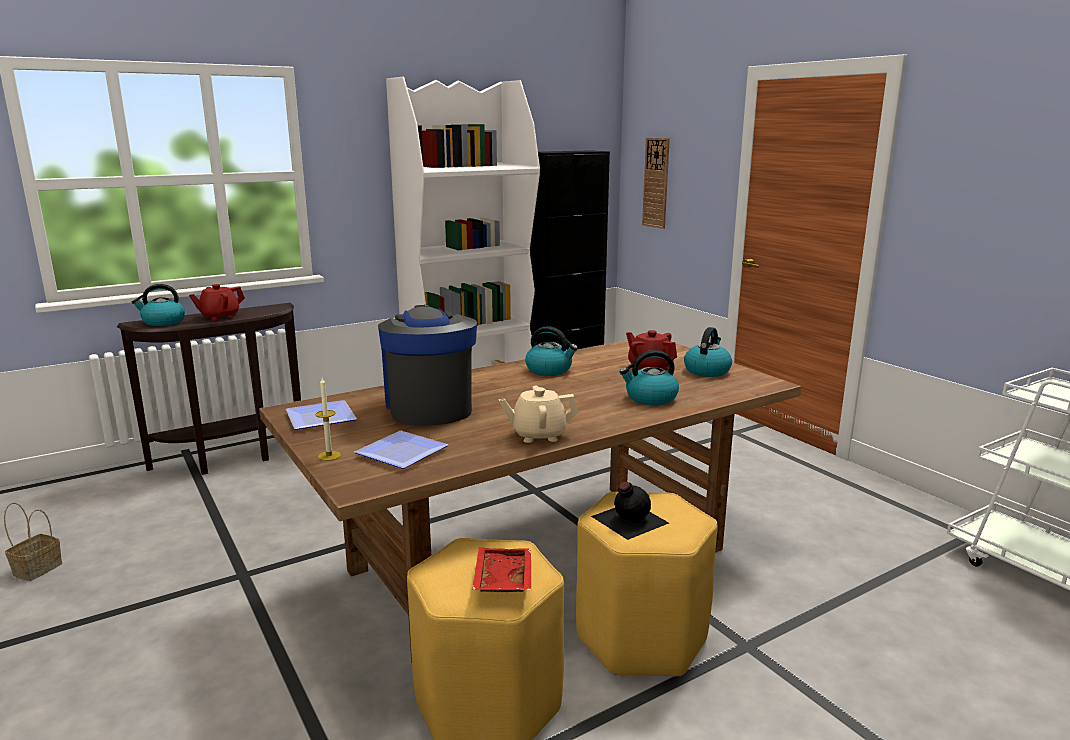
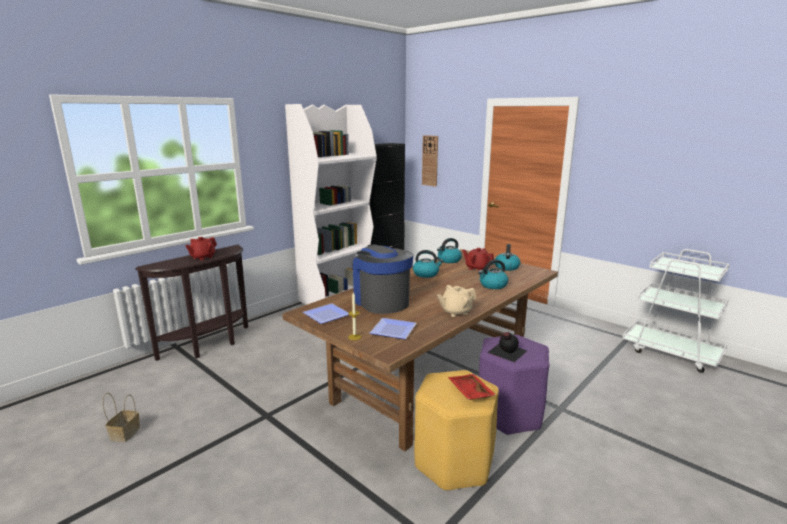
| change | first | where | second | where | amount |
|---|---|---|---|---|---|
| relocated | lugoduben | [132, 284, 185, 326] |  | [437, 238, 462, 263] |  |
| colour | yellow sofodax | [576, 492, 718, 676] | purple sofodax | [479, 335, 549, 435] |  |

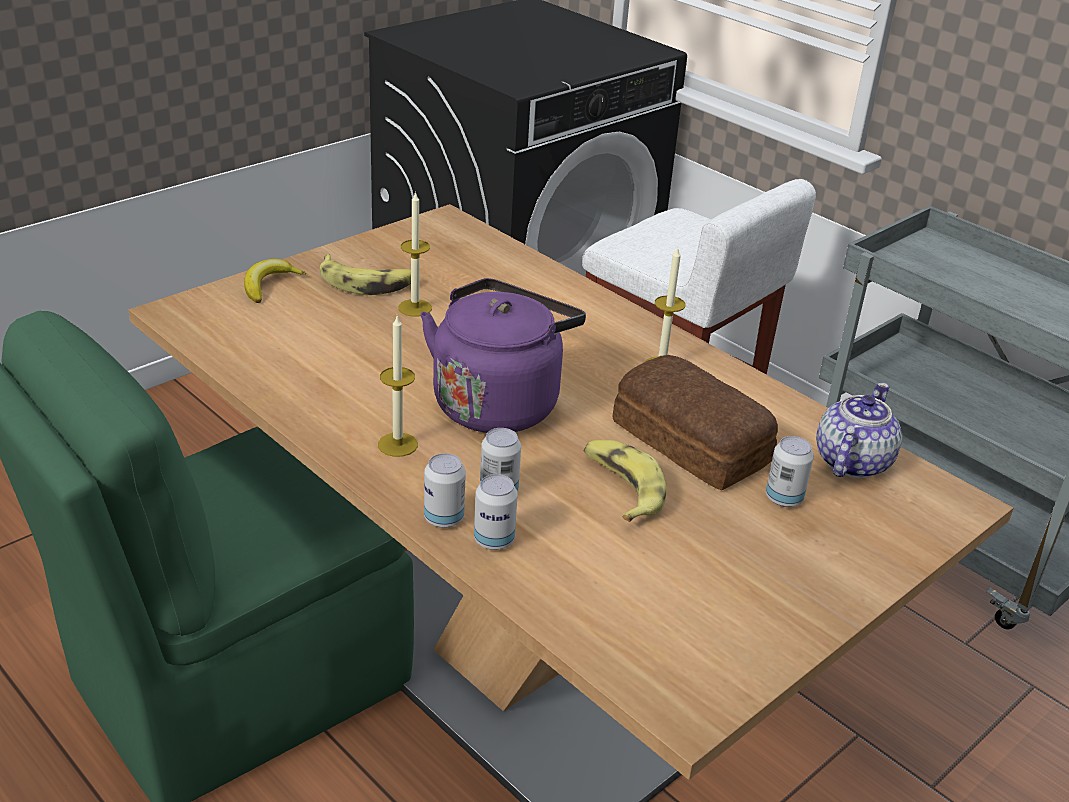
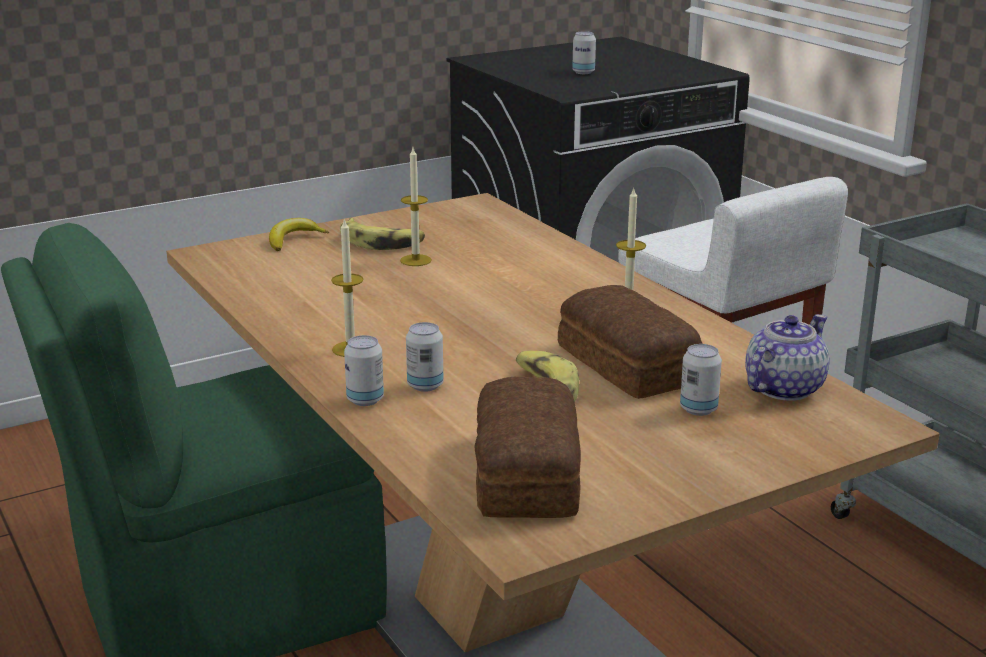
| change | first | where | second | where | amount |
|---|---|---|---|---|---|
| missing | purple lugoduben | [420, 278, 586, 433] |  |  |  |
| appeared |  |  | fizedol | [474, 377, 581, 518] |  |
| relocated | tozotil | [474, 474, 518, 550] |  | [572, 31, 596, 74] |  |

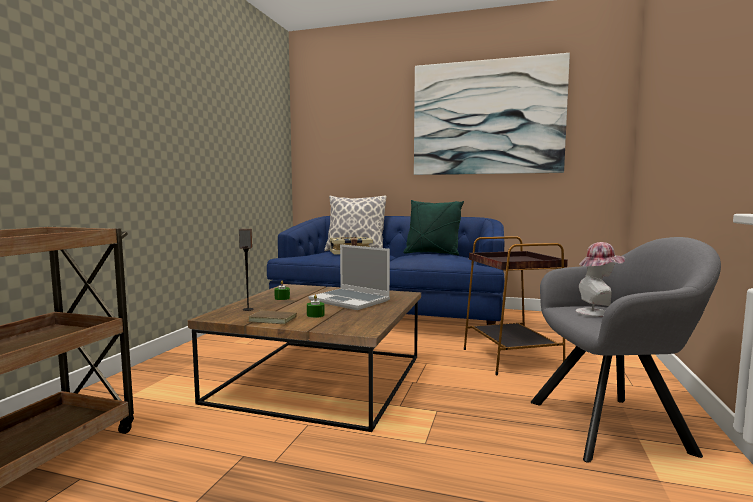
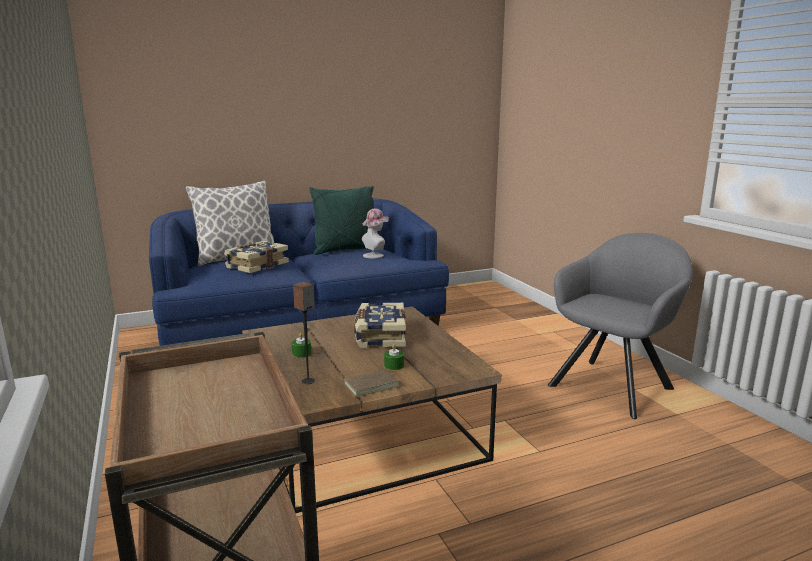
| change | first | where | second | where | amount |
|---|---|---|---|---|---|
| missing | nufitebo | [414, 53, 570, 175] |  |  |  |
| missing | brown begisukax | [464, 236, 568, 375] |  |  |  |
| relocated | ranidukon | [576, 242, 625, 317] |  | [362, 208, 389, 258] |  |
| exchanged | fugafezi | [309, 244, 390, 310] | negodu | [354, 303, 406, 348] |  |

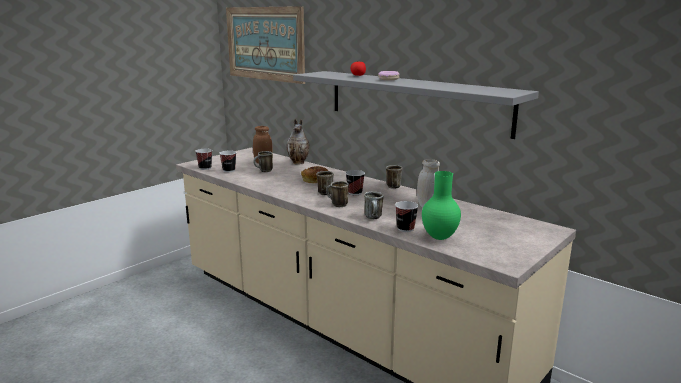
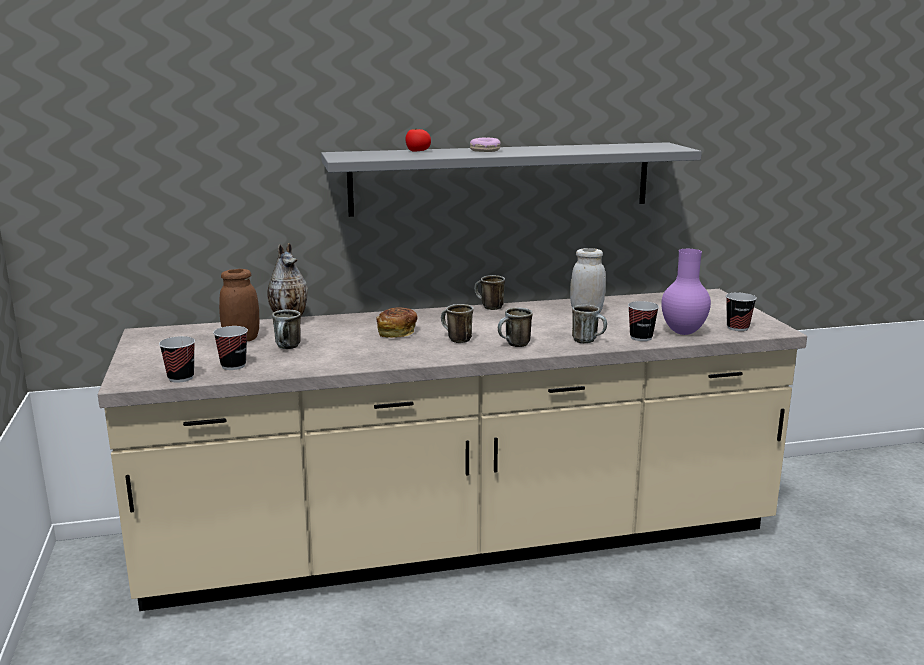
| change | first | where | second | where | amount |
|---|---|---|---|---|---|
| missing | nufitebo | [226, 6, 305, 84] |  |  |  |
| relocated | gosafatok | [346, 170, 365, 195] |  | [726, 293, 757, 331] |  |
| colour | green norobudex | [422, 171, 461, 240] | purple norobudex | [661, 249, 711, 335] |  |

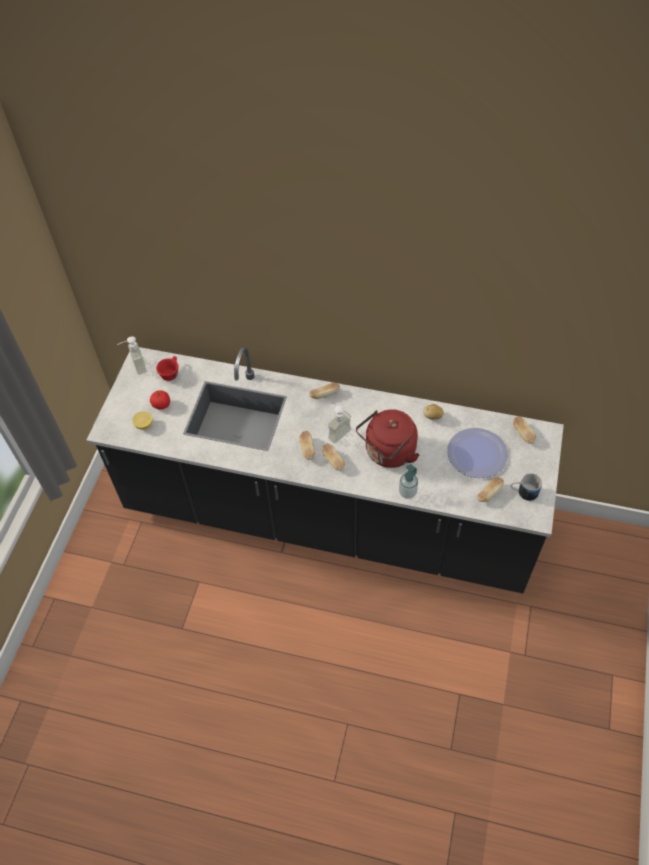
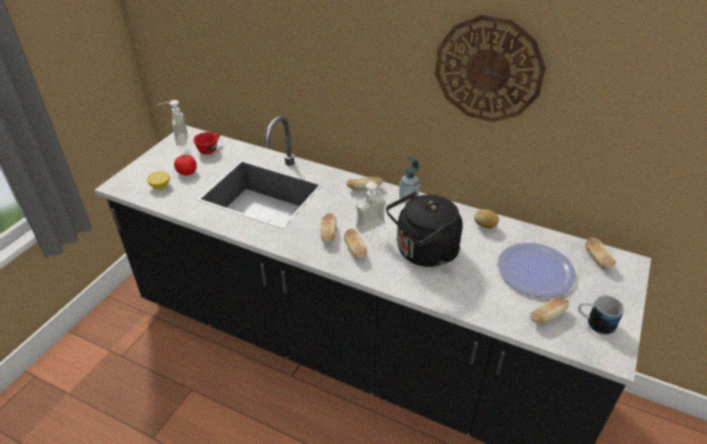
| change | first | where | second | where | amount |
|---|---|---|---|---|---|
| appeared |  |  | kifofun | [435, 15, 546, 122] |  |
| relocated | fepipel | [399, 464, 418, 499] |  | [399, 157, 420, 203] |  |
| colour | red lugoduben | [356, 409, 419, 468] | black lugoduben | [386, 191, 463, 267] |  |

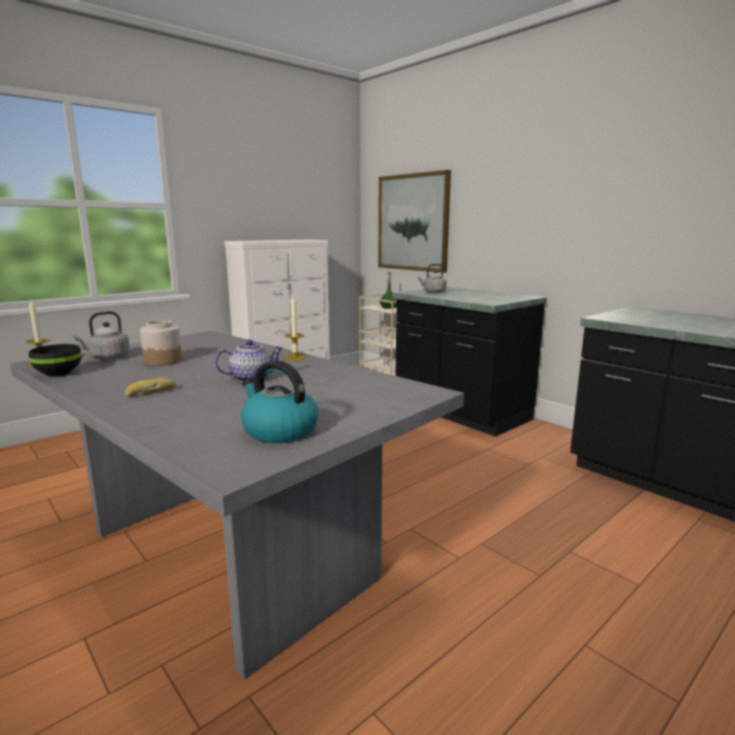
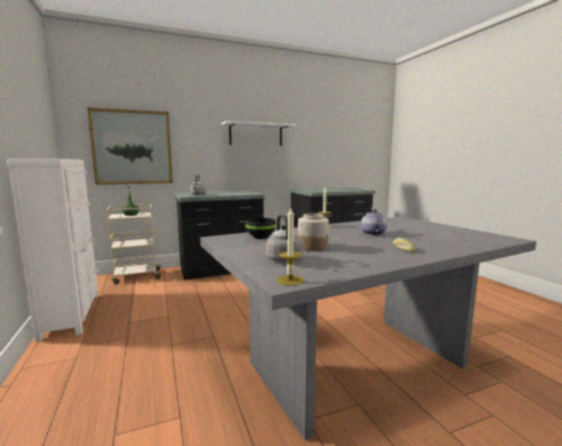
| change | first | where | second | where | amount |
|---|---|---|---|---|---|
| missing | lugoduben | [241, 360, 318, 443] |  |  |  |
| appeared |  |  | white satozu | [221, 121, 296, 146] |  |
| relocated | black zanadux | [29, 344, 82, 377] |  | [245, 218, 276, 239] |  |

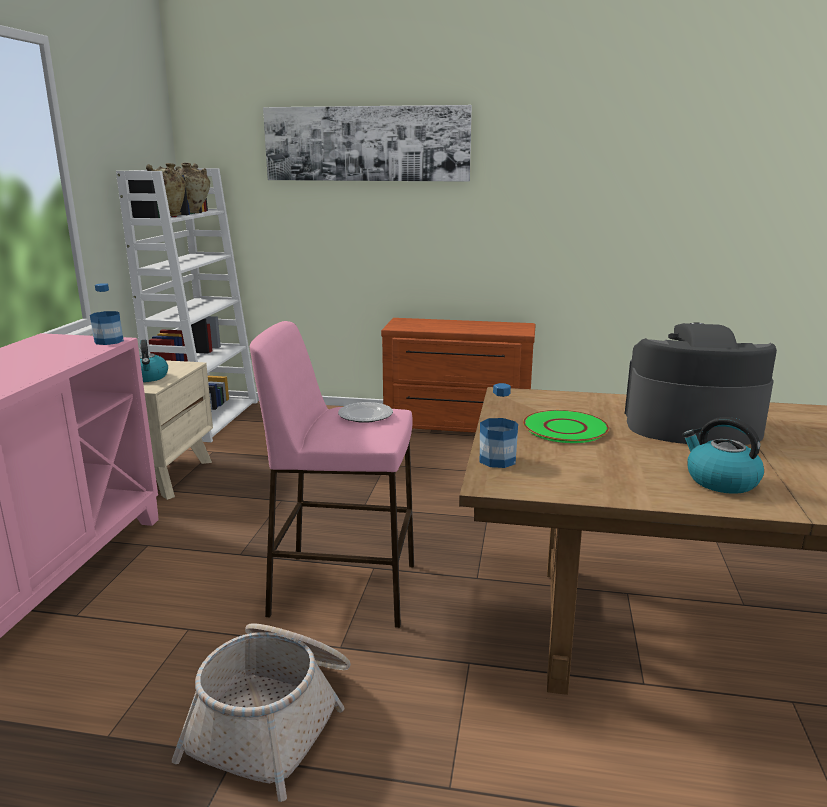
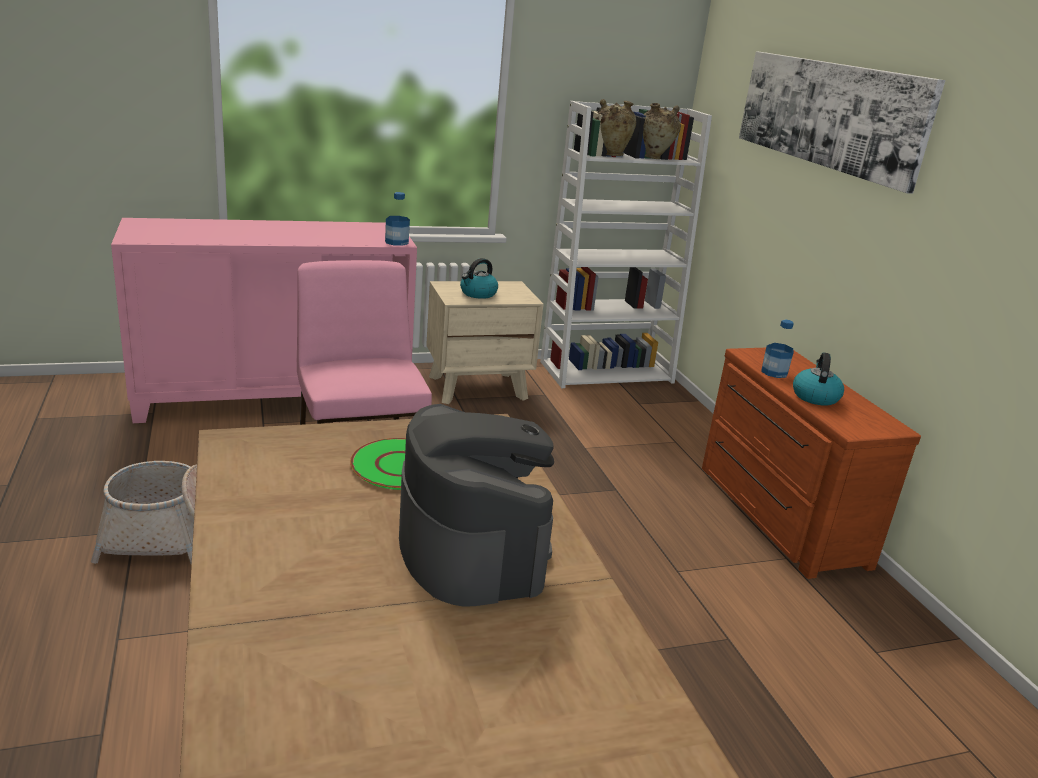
| change | first | where | second | where | amount |
|---|---|---|---|---|---|
| missing | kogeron | [338, 402, 393, 423] |  |  |  |
| relocated | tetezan | [480, 383, 518, 468] |  | [761, 319, 794, 378] |  |
| relocated | lugoduben | [682, 417, 764, 494] |  | [793, 352, 844, 406] |  |

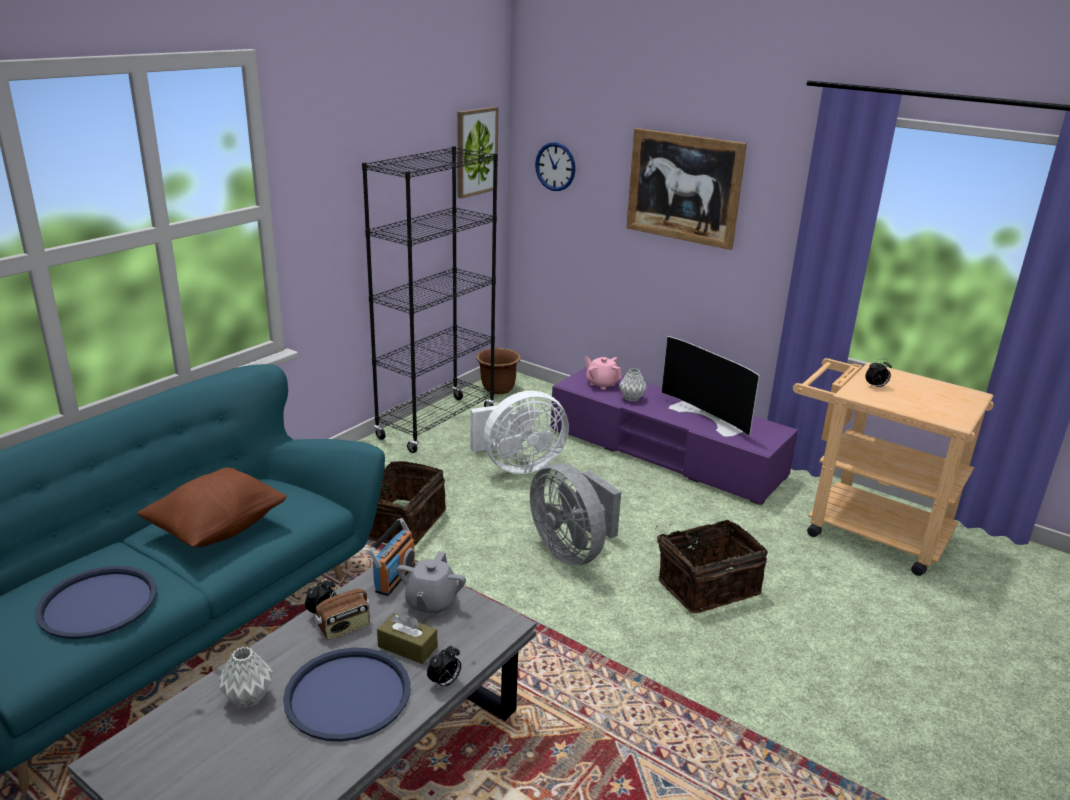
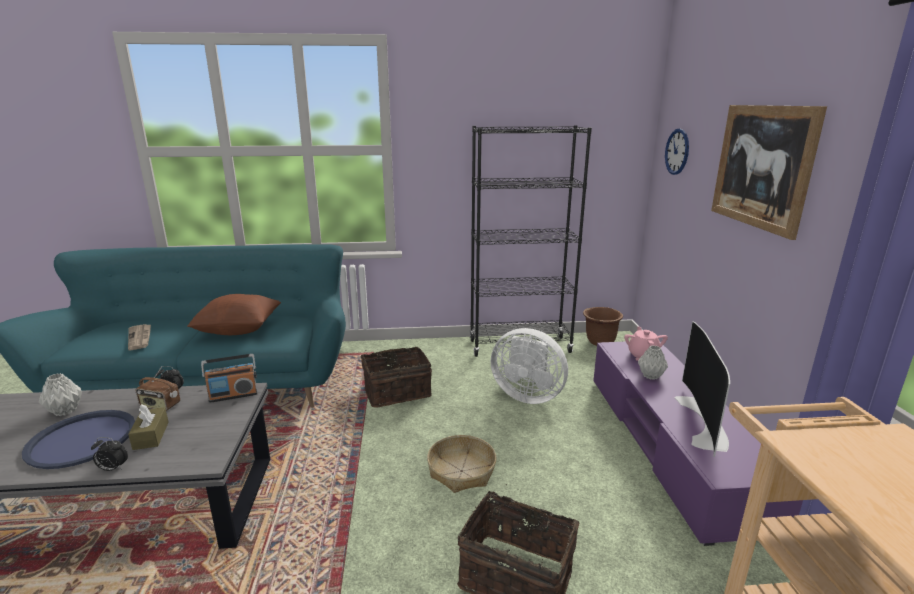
| change | first | where | second | where | amount |
|---|---|---|---|---|---|
| missing | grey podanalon | [397, 551, 466, 616] |  |  |  |
| missing | nufitebo | [457, 107, 499, 199] |  |  |  |
| missing | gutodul | [865, 359, 892, 387] |  |  |  |
| exchanged | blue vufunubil | [35, 566, 157, 639] | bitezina | [128, 324, 151, 350] |  |
| exchanged | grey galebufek | [530, 463, 621, 566] | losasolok | [427, 435, 497, 493] |  |

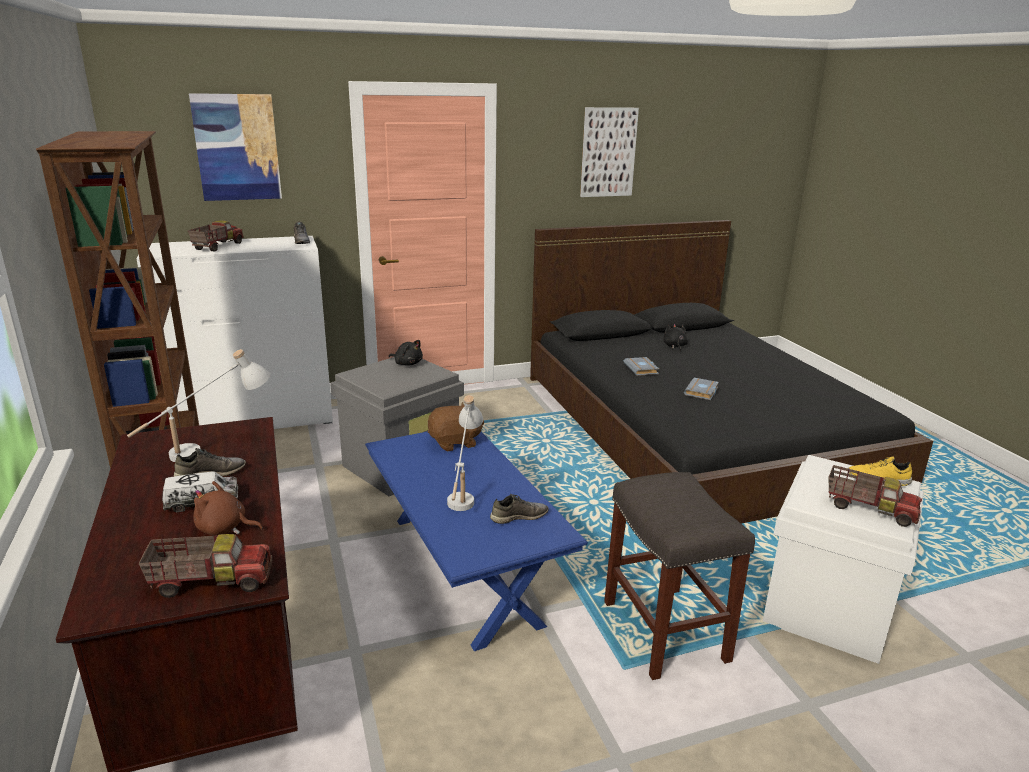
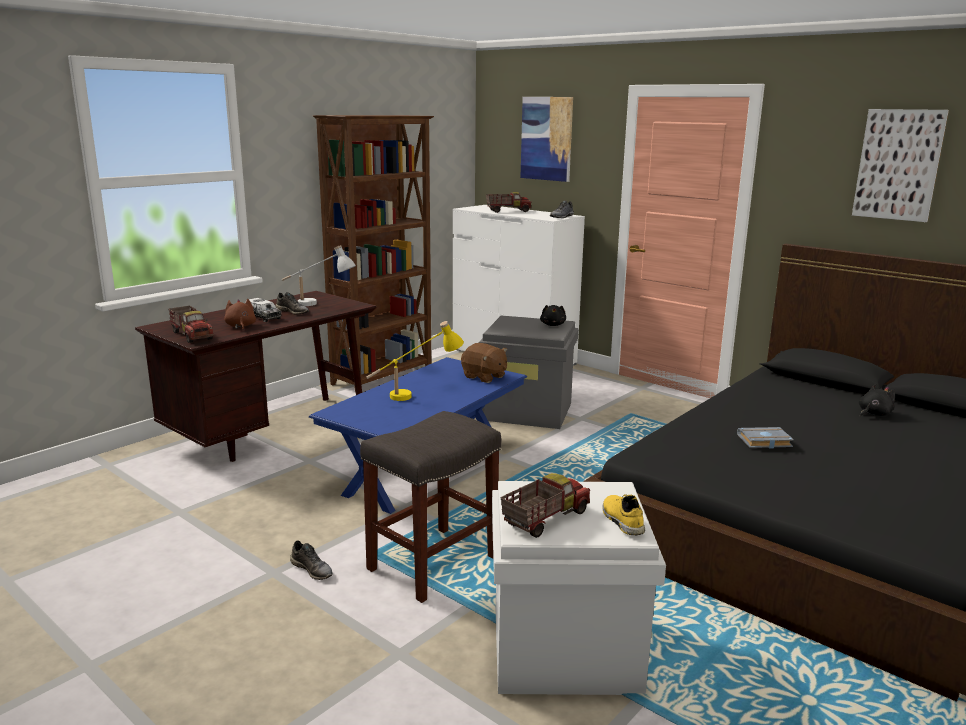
| change | first | where | second | where | amount |
|---|---|---|---|---|---|
| missing | grey negodu | [624, 357, 659, 376] |  |  |  |
| relocated | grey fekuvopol | [490, 494, 549, 524] |  | [290, 540, 333, 580] |  |
| colour | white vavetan | [447, 395, 483, 511] | yellow vavetan | [366, 321, 464, 401] |  |
| spun | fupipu | [829, 465, 922, 527] |  | [500, 473, 590, 538] | 135 degrees counterclockwise |

